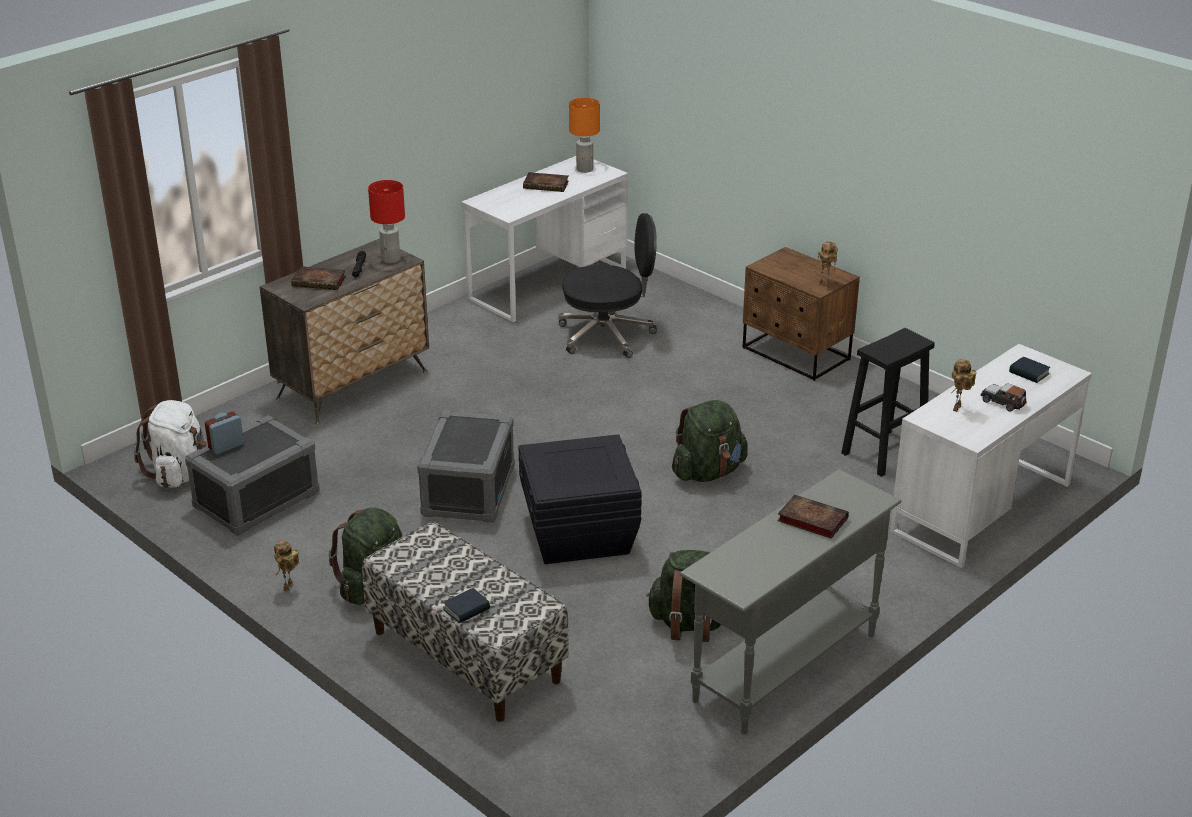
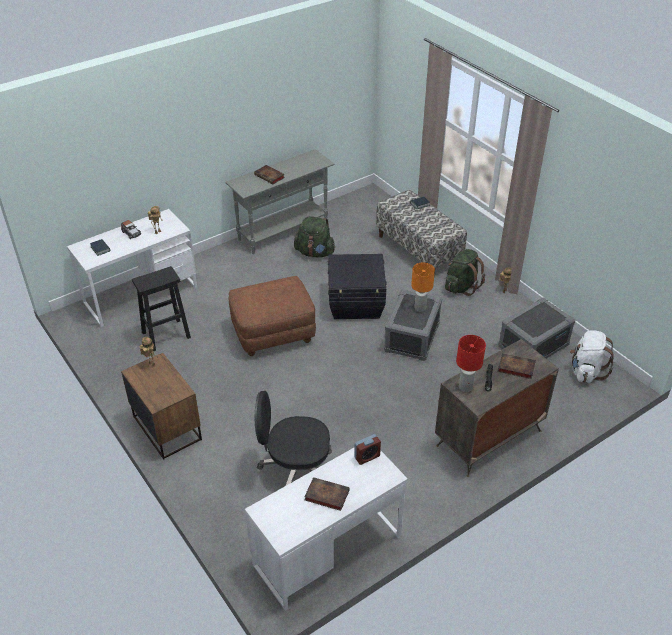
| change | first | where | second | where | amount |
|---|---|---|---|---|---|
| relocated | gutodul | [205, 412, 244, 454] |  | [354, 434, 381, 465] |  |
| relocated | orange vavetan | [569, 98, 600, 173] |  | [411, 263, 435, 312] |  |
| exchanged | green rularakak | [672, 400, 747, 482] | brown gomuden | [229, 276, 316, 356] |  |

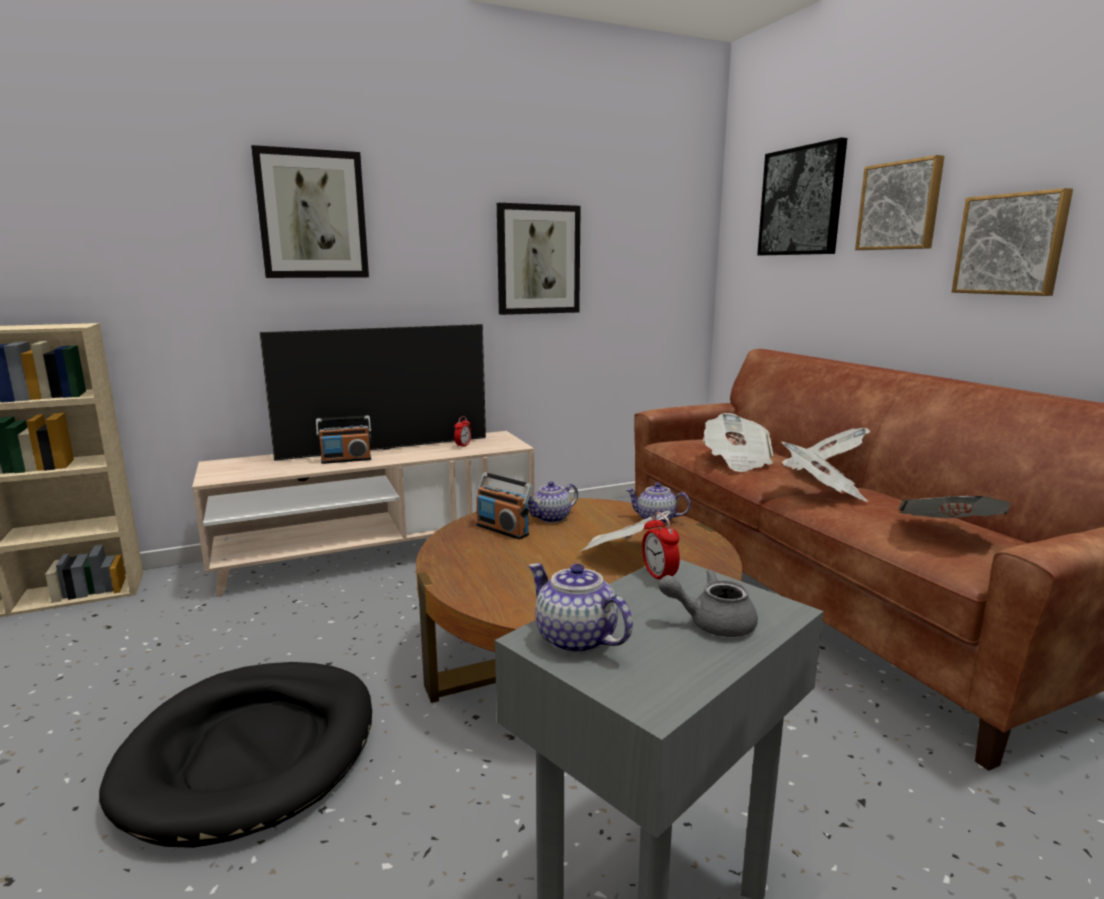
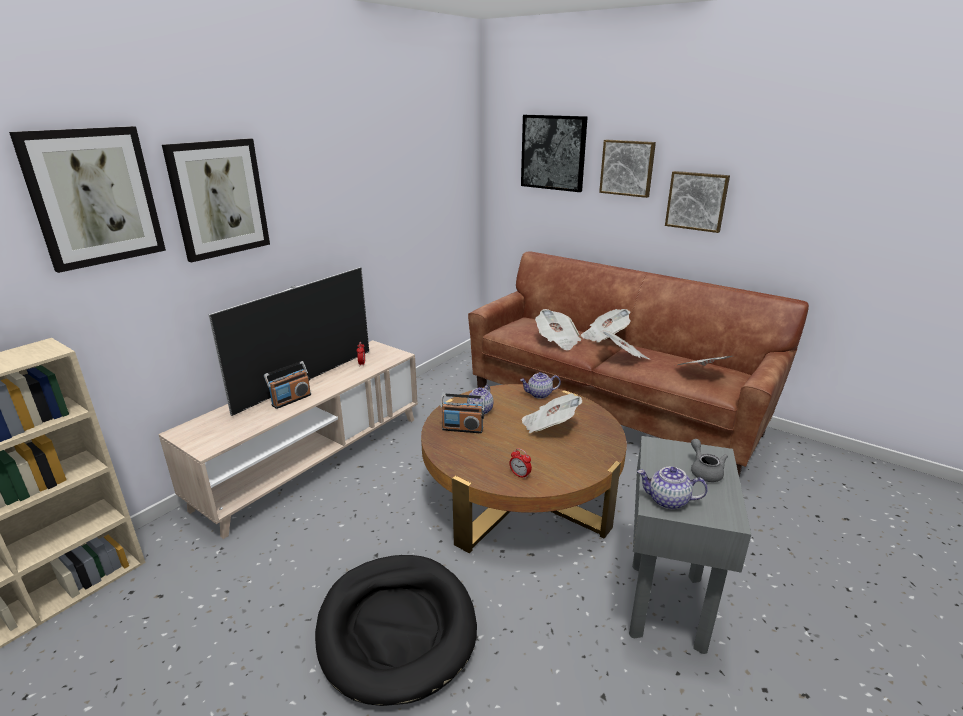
| change | first | where | second | where | amount |
|---|---|---|---|---|---|
| relocated | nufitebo | [497, 203, 581, 315] |  | [9, 126, 166, 273] |  |
| relocated | gutodul | [642, 512, 680, 579] |  | [509, 448, 532, 479] |  |
| spun | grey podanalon | [658, 570, 758, 637] |  | [691, 439, 728, 482] | 105 degrees clockwise |

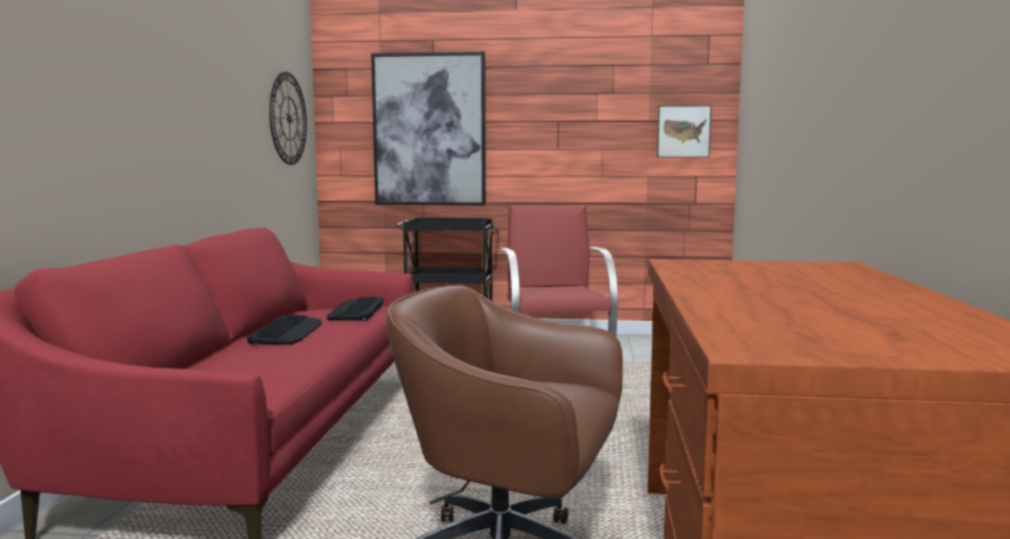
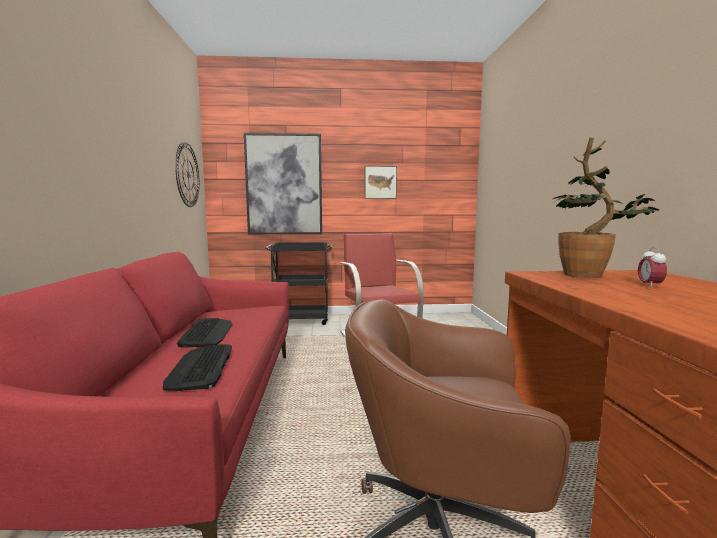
| change | first | where | second | where | amount |
|---|---|---|---|---|---|
| appeared |  |  | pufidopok | [553, 138, 659, 278] |  |
| appeared |  |  | gutodul | [638, 247, 667, 288] |  |
| relocated | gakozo | [327, 297, 384, 321] |  | [163, 344, 232, 391] |  |
| relocated | nufitebo | [657, 105, 712, 158] |  | [364, 166, 397, 199] |  |

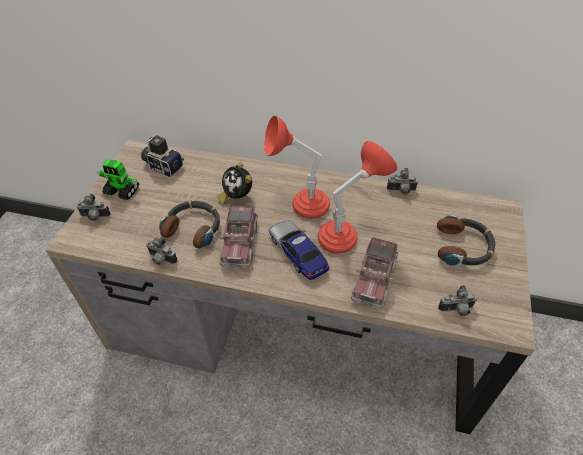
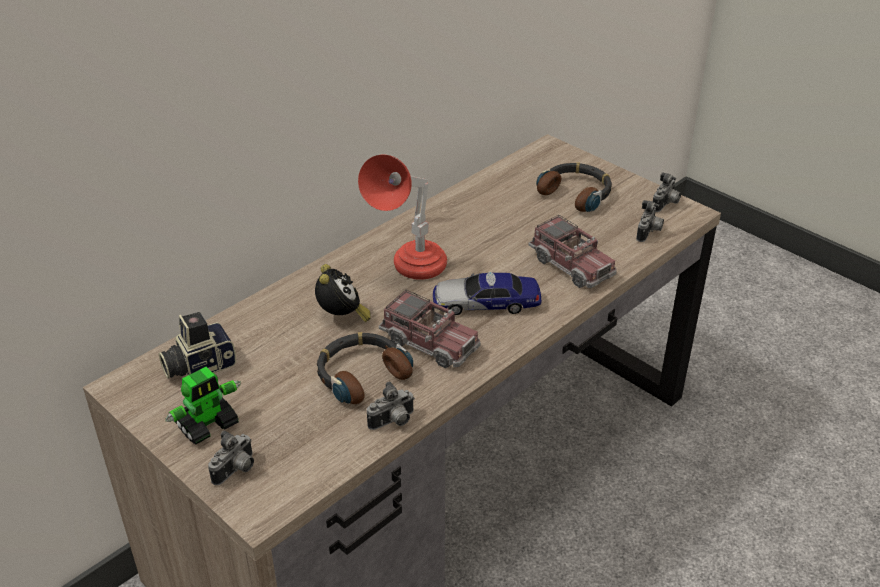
| change | first | where | second | where | amount |
|---|---|---|---|---|---|
| missing | red vavetan | [318, 141, 397, 254] |  |  |  |
| relocated | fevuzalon | [387, 168, 418, 194] |  | [653, 172, 681, 212] |  |
| spun | gutodul | [217, 162, 252, 204] |  | [315, 264, 371, 322] | 90 degrees counterclockwise |

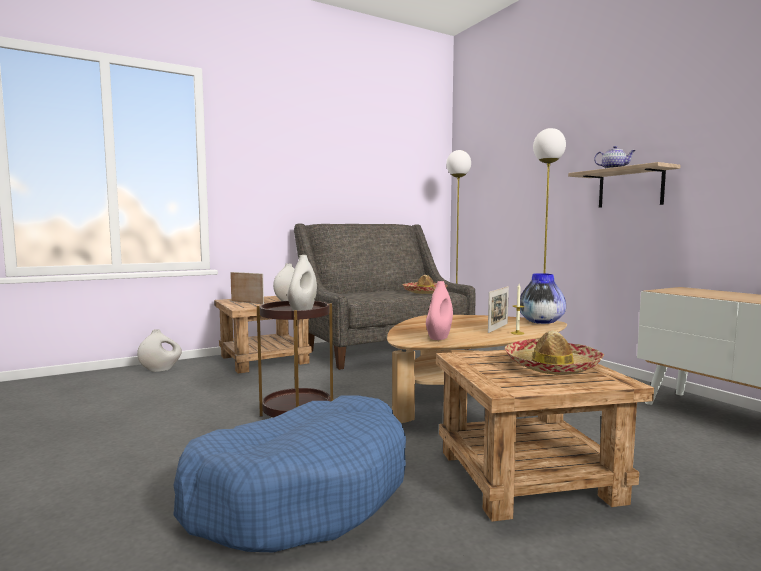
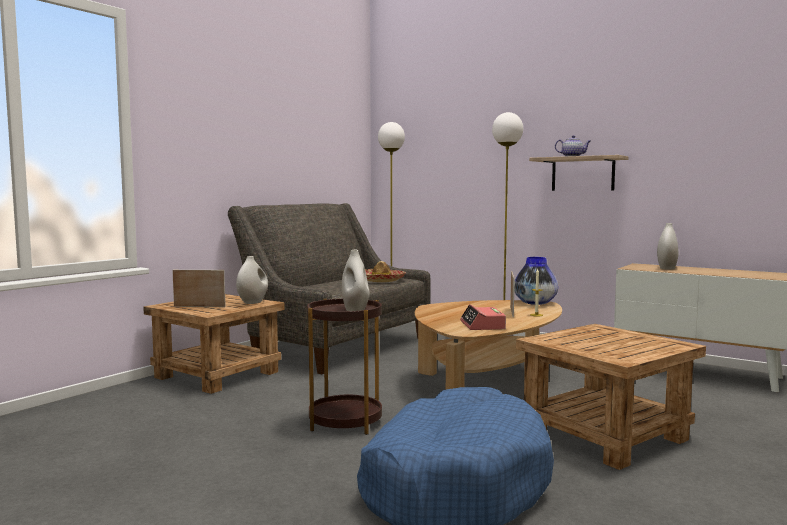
| change | first | where | second | where | amount |
|---|---|---|---|---|---|
| missing | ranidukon | [505, 331, 604, 375] |  |  |  |
| relocated | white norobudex | [137, 329, 182, 372] |  | [657, 223, 679, 270] |  |
| exchanged | pink norobudex | [426, 281, 453, 340] | gutodul | [460, 304, 506, 330] |  |

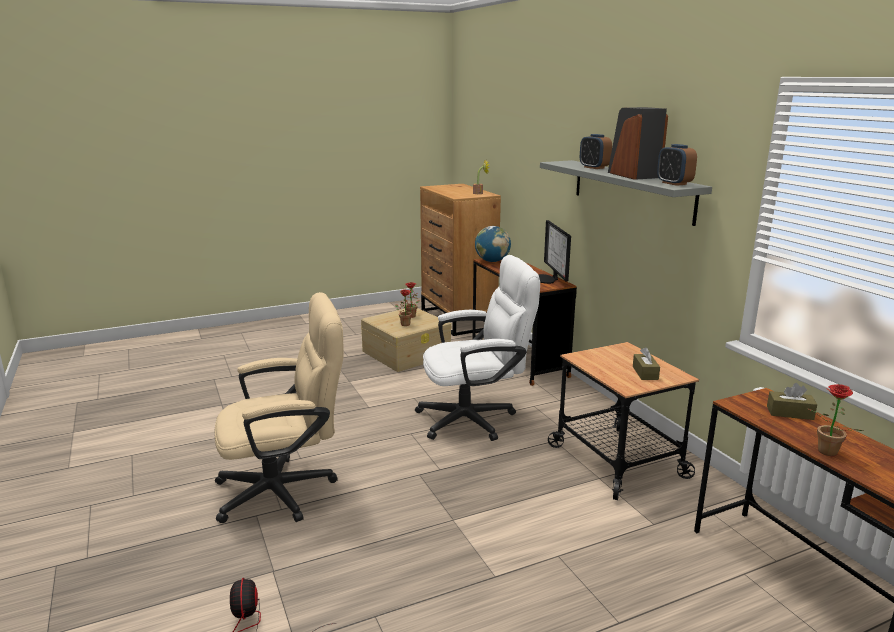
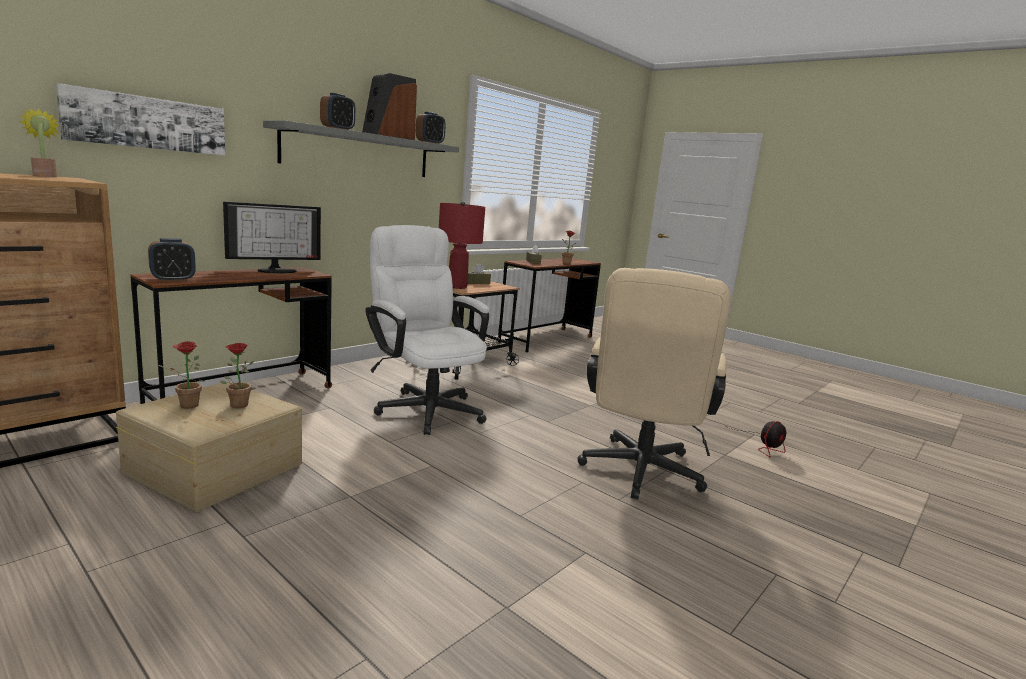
| change | first | where | second | where | amount |
|---|---|---|---|---|---|
| appeared |  |  | nufitebo | [56, 83, 225, 156] |  |
| appeared |  |  | red vavetan | [439, 201, 485, 289] |  |
| exchanged | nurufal | [475, 226, 511, 262] | gutodul | [148, 238, 196, 282] |  |
| spun | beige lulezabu | [215, 292, 344, 523] |  | [577, 268, 731, 500] | 120 degrees counterclockwise |

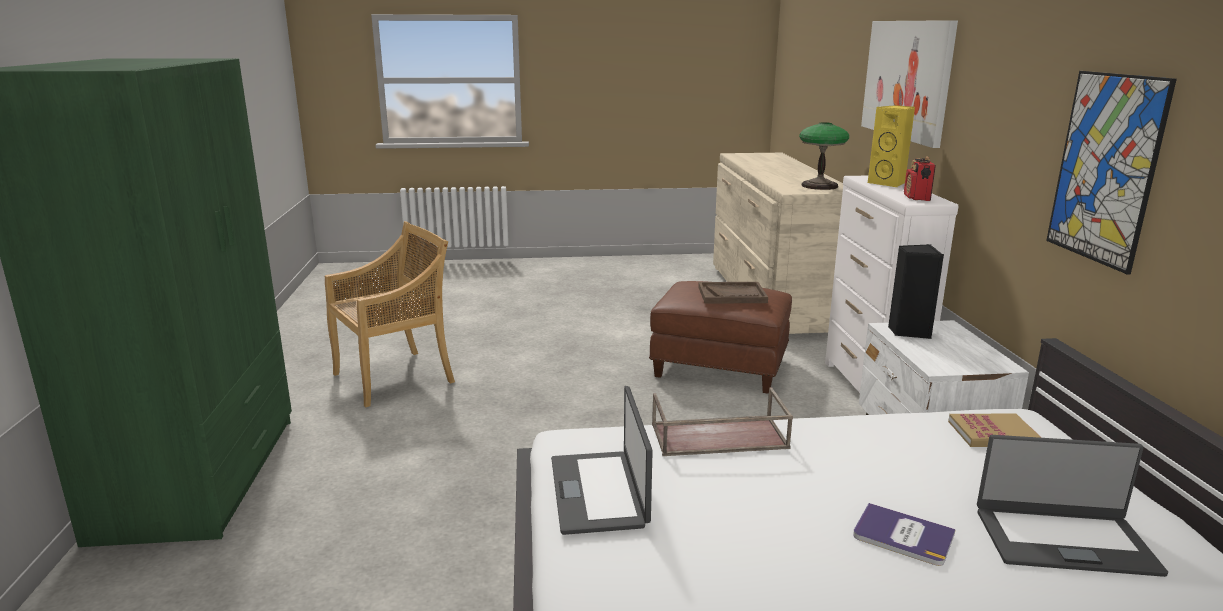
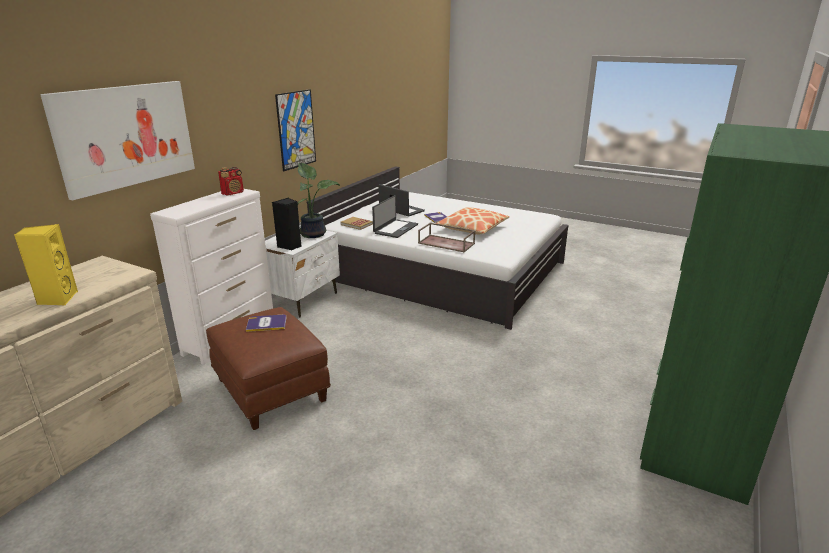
| change | first | where | second | where | amount |
|---|---|---|---|---|---|
| missing | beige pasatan | [325, 221, 455, 407] |  |  |  |
| missing | vavetan | [799, 122, 849, 190] |  |  |  |
| appeared |  |  | pufidopok | [298, 163, 340, 238] |  |
| appeared |  |  | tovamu | [436, 207, 510, 234] |  |
| relocated | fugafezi | [551, 386, 653, 535] |  | [372, 195, 418, 238] |  |
| relocated | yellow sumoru | [868, 105, 915, 188] |  | [14, 224, 78, 305] |  |
| exchanged | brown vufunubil | [698, 282, 768, 304] | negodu | [246, 314, 286, 332] |  |

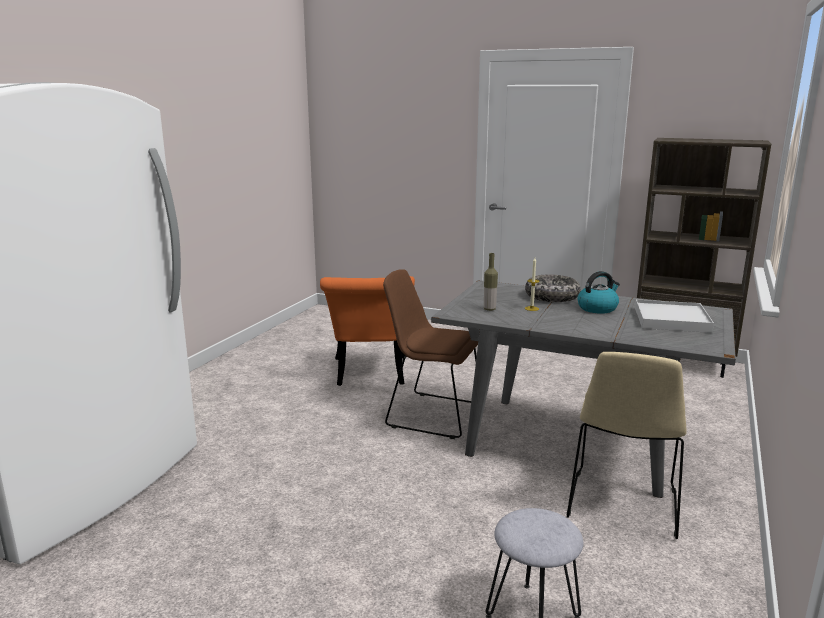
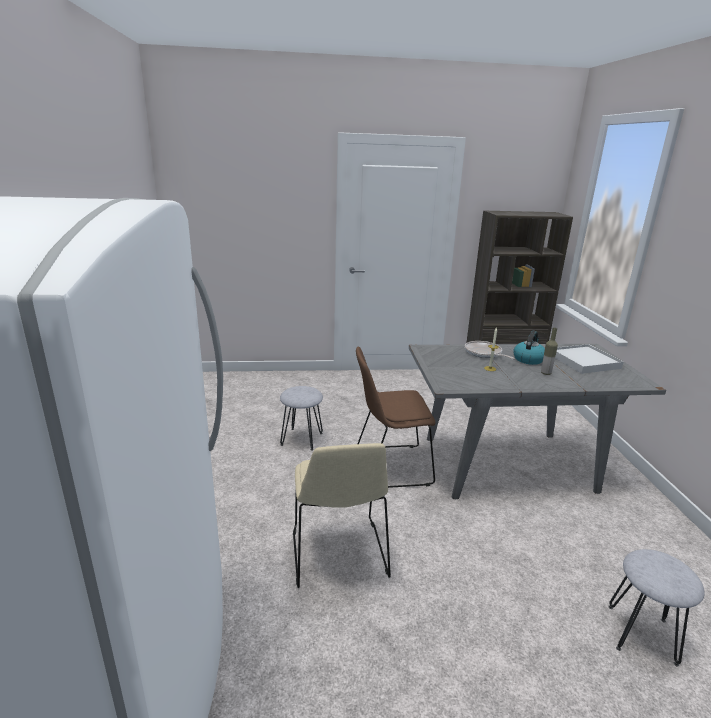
| change | first | where | second | where | amount |
|---|---|---|---|---|---|
| relocated | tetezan | [484, 253, 498, 311] |  | [541, 328, 558, 375] |  |
| relocated | beige pasatan | [567, 352, 687, 539] |  | [293, 443, 391, 588] |  |
| exchanged | orange pasatan | [320, 276, 415, 386] | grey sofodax | [280, 386, 323, 451] |  |
| exchanged | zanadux | [525, 274, 581, 302] | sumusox | [465, 341, 515, 359] |  |

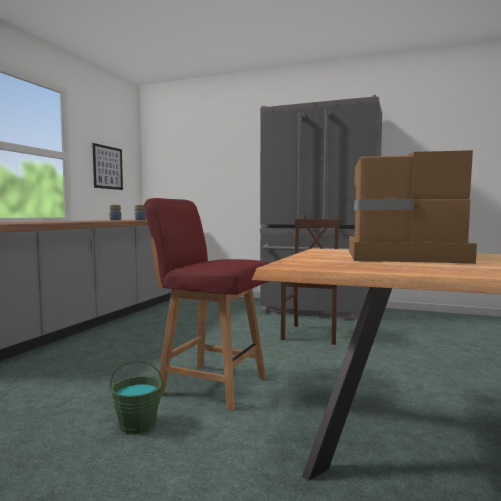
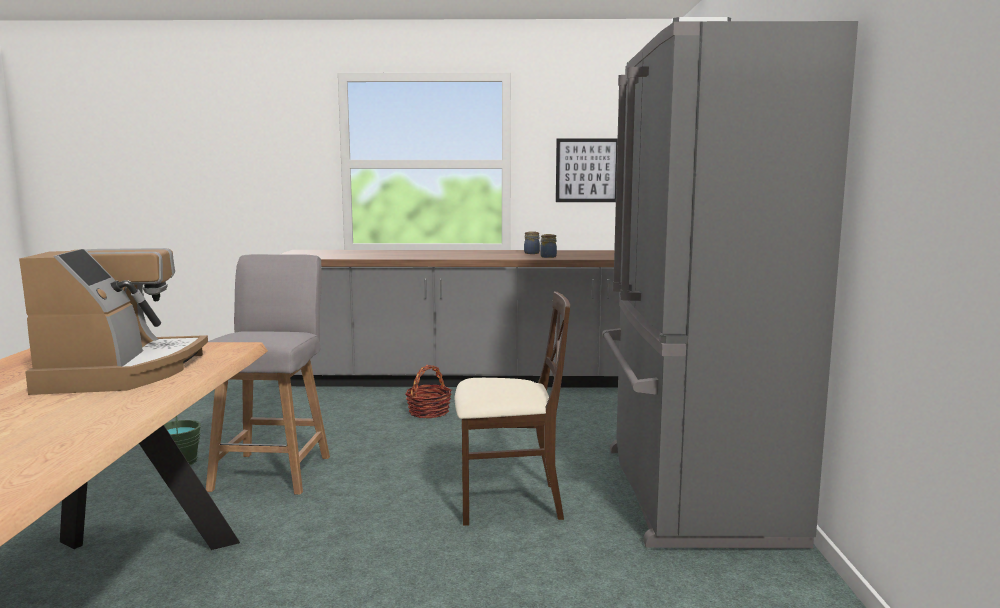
| change | first | where | second | where | amount |
|---|---|---|---|---|---|
| appeared |  |  | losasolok | [405, 365, 452, 419] |  |
| colour | red pasatan | [144, 198, 269, 411] | grey pasatan | [206, 254, 330, 495] |  |

